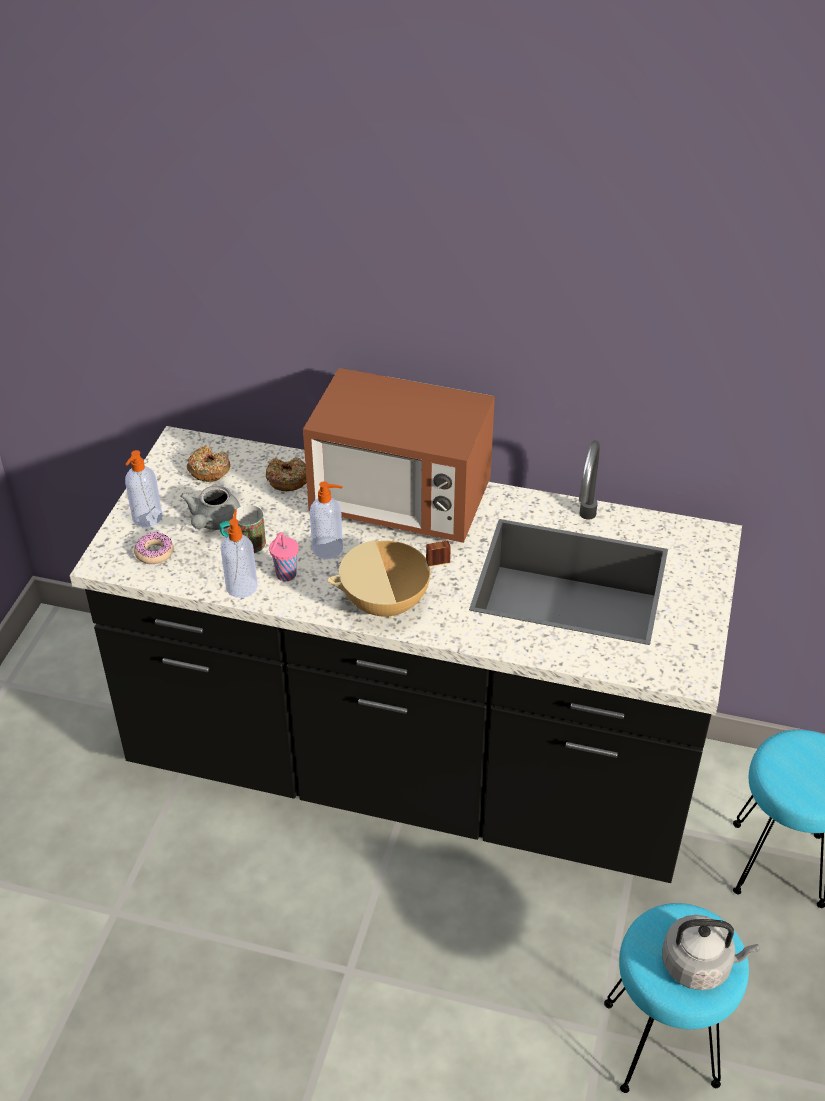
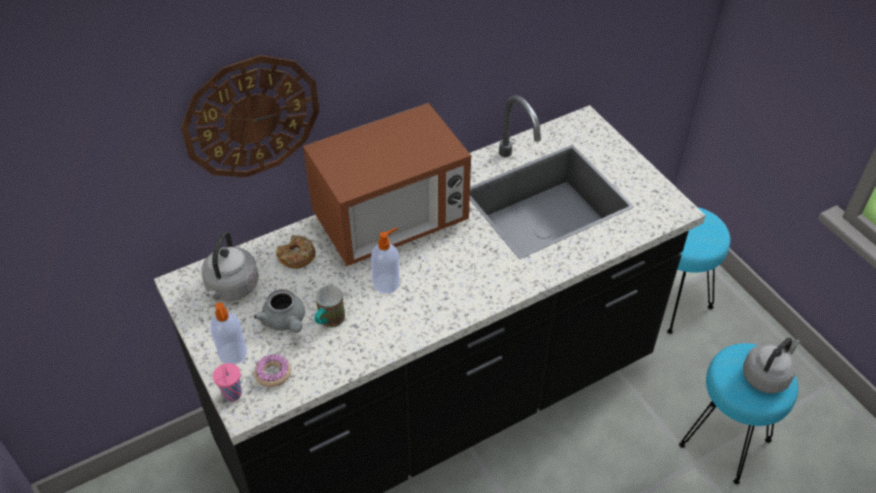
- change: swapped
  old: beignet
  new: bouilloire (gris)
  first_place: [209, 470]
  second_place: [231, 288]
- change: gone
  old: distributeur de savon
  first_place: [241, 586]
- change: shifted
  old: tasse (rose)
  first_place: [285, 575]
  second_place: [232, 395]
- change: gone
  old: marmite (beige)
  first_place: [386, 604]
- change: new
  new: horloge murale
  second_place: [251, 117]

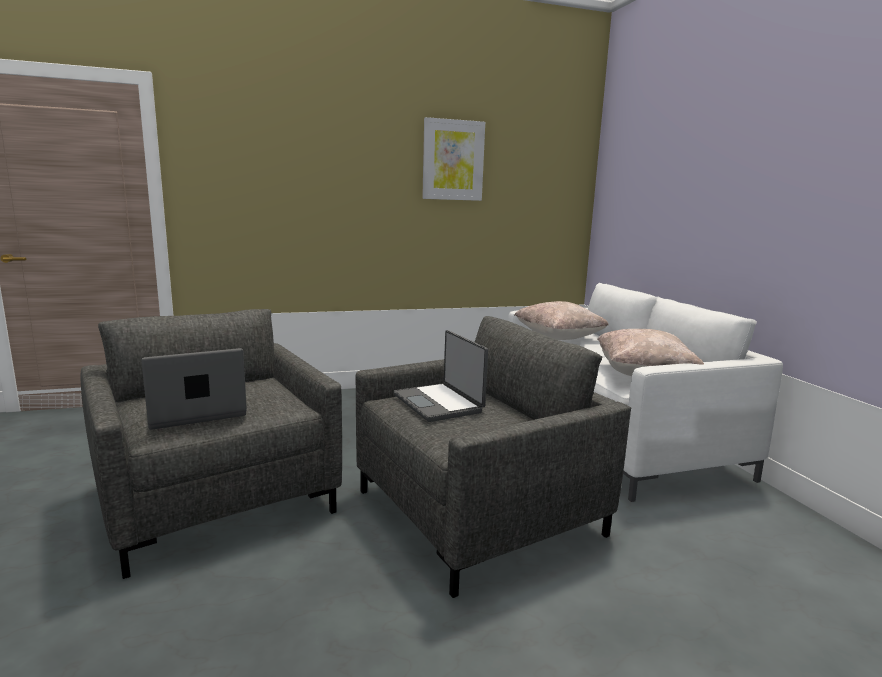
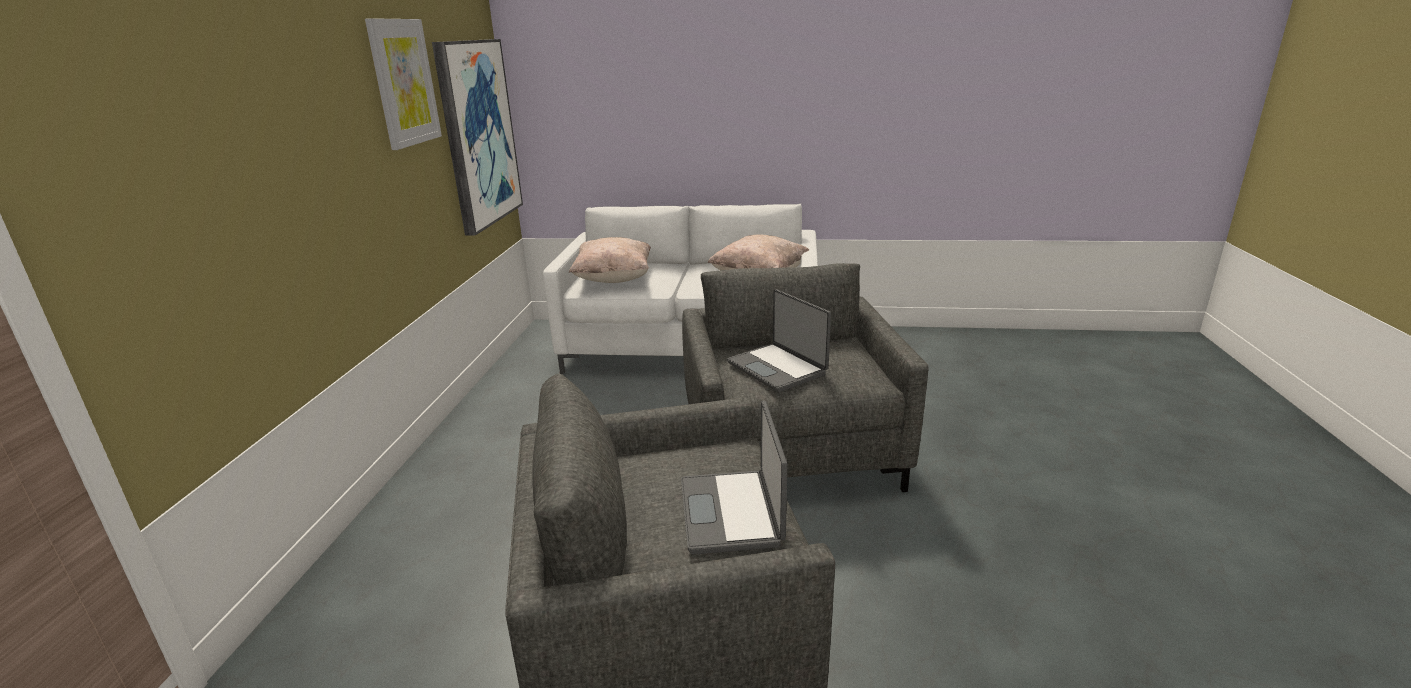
- change: rotated
  old: ordinateur portable
  first_place: [439, 403]
  second_place: [778, 368]
  degrees: 60
- change: new
  new: tableau
  second_place: [478, 134]

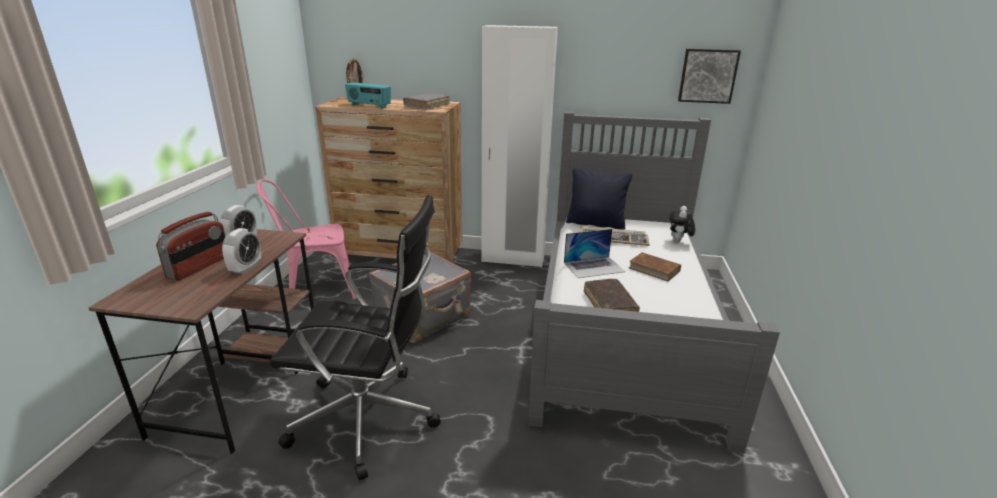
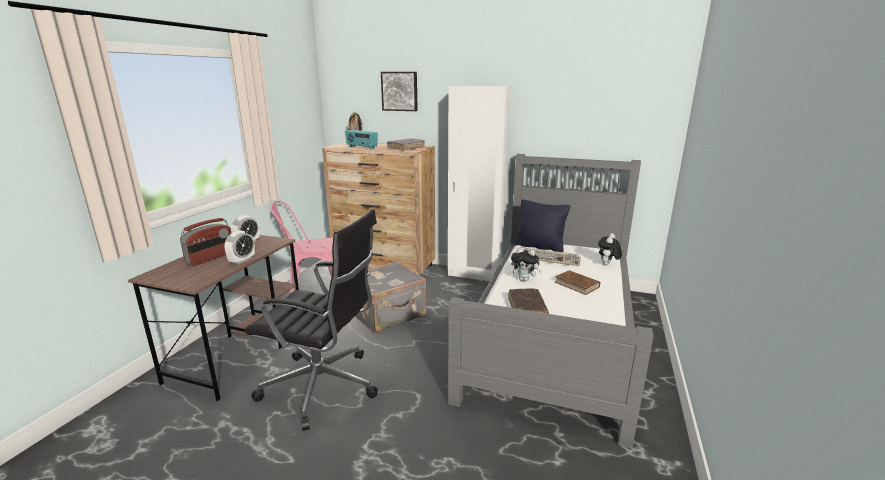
- change: shifted
  old: tableau
  first_place: [707, 76]
  second_place: [400, 91]
- change: swapped
  old: ordinateur portable
  new: peluche
  first_place: [594, 267]
  second_place: [525, 280]

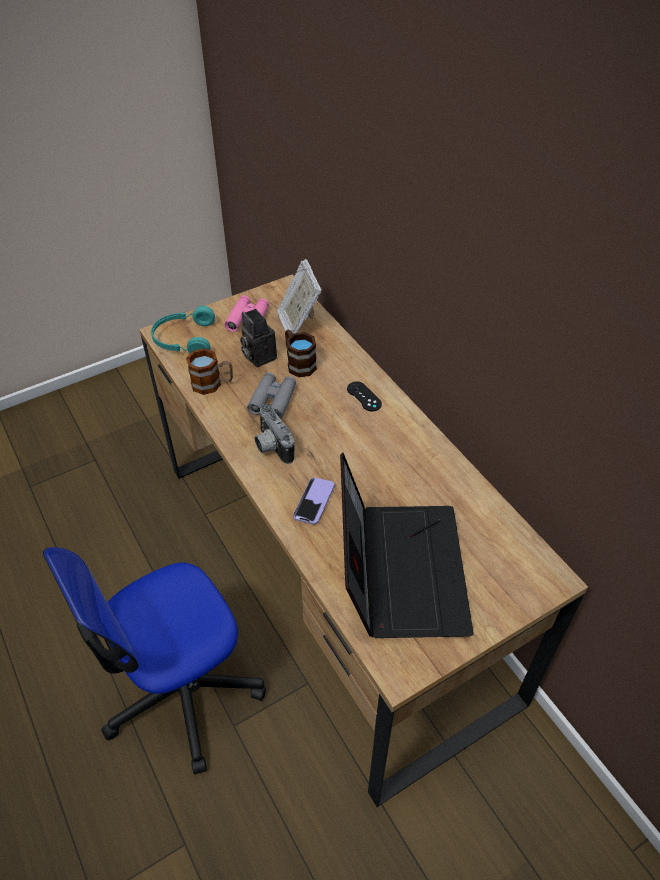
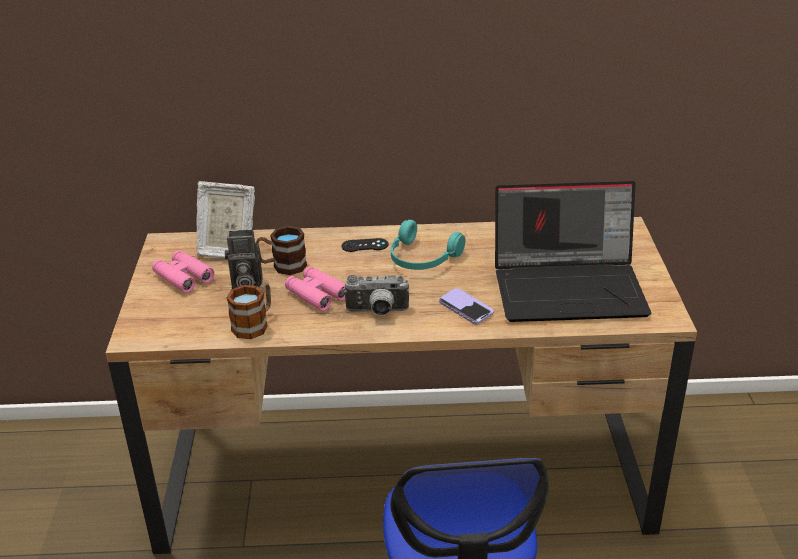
- change: shifted
  old: casque audio (turquoise)
  first_place: [183, 340]
  second_place: [421, 259]
- change: repainted
  old: jumelles (gris)
  new: jumelles (rose)
  first_place: [273, 400]
  second_place: [317, 294]
- change: rotated
  old: ordinateur portable
  first_place: [399, 568]
  second_place: [570, 287]
  degrees: 150

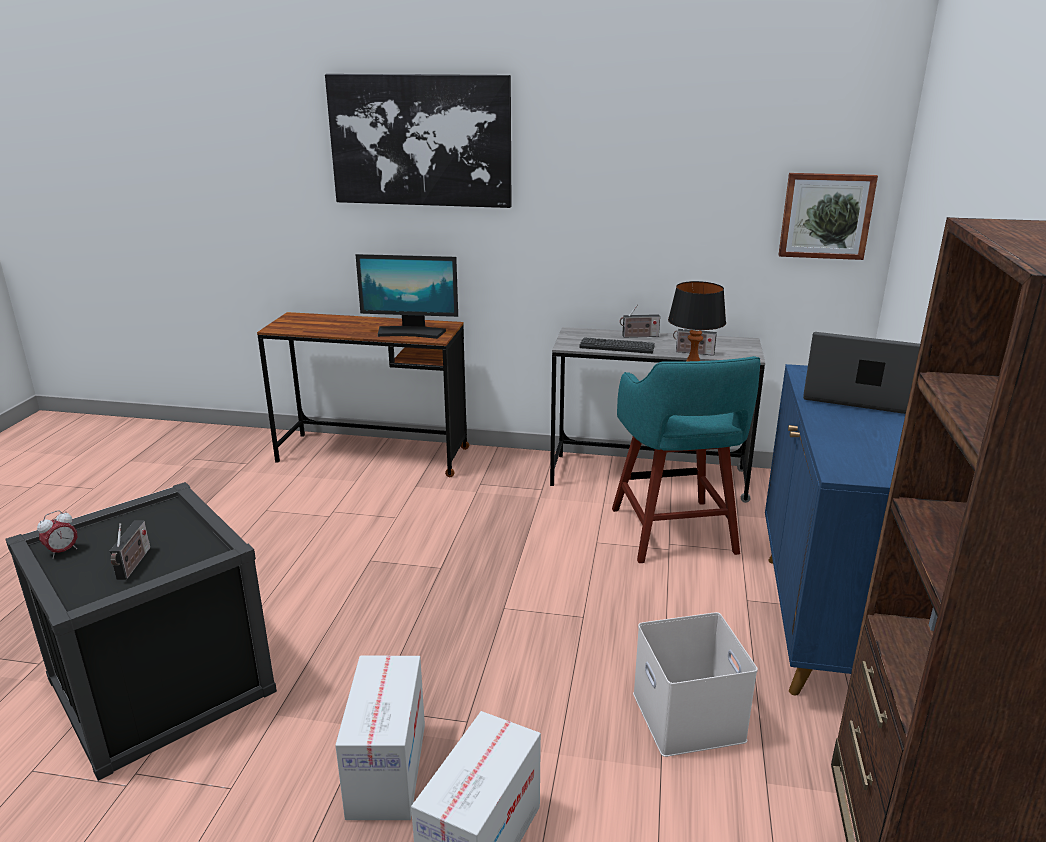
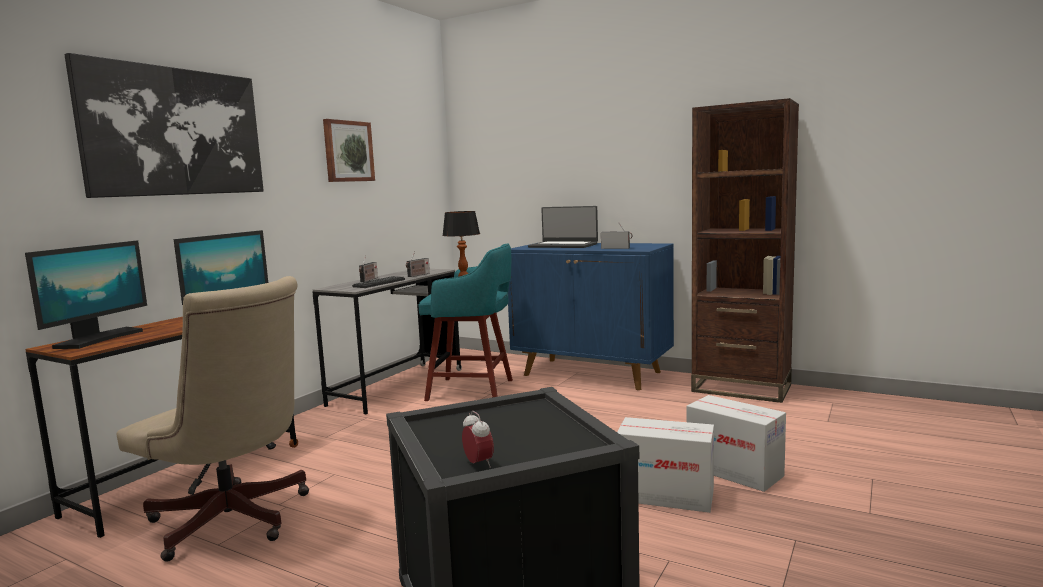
- change: shifted
  old: tableau
  first_place: [825, 215]
  second_place: [348, 151]
- change: rotated
  old: ordinateur portable
  first_place: [864, 397]
  second_place: [563, 245]
  degrees: -105
- change: shifted
  old: radio
  first_place: [133, 565]
  second_place: [616, 248]
- change: gone
  old: boîte de rangement (blanc)
  first_place: [685, 715]
- change: new
  new: écran d'ordinateur
  second_place: [98, 339]
- change: new
  new: chaise de bureau (beige)
  second_place: [234, 522]

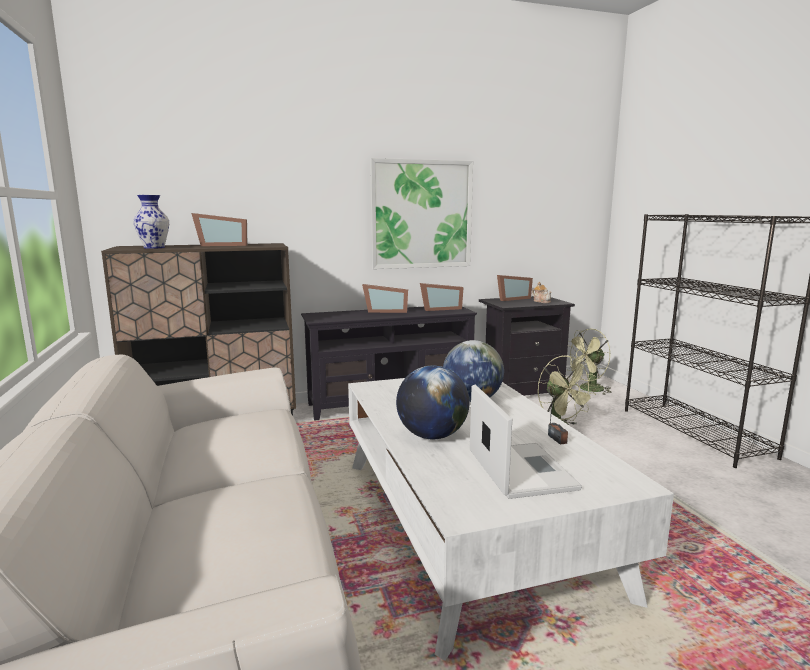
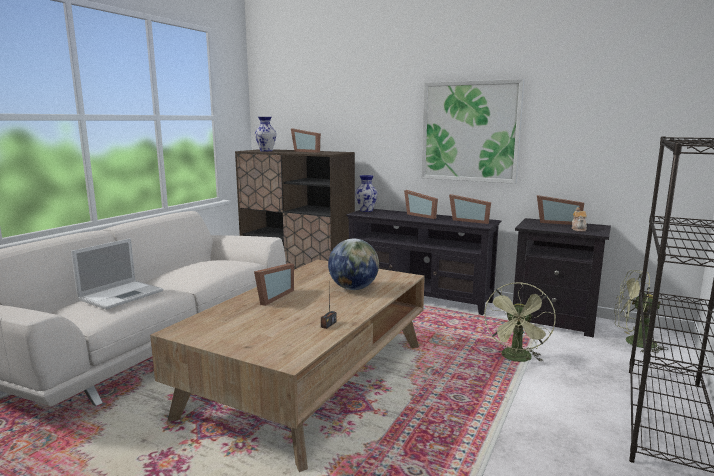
- change: swapped
  old: globe
  new: cadre photo
  first_place: [432, 436]
  second_place: [271, 297]
- change: repainted
  old: table basse (blanc)
  new: table basse (marron)
  first_place: [468, 521]
  second_place: [311, 378]
- change: shifted
  old: ordinateur portable
  first_place: [519, 469]
  second_place: [122, 294]
- change: new
  new: vase
  second_place: [366, 210]

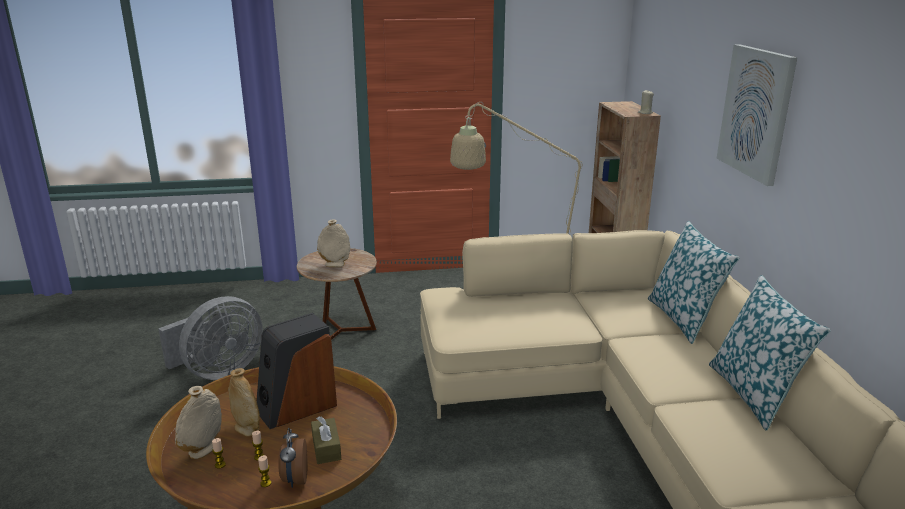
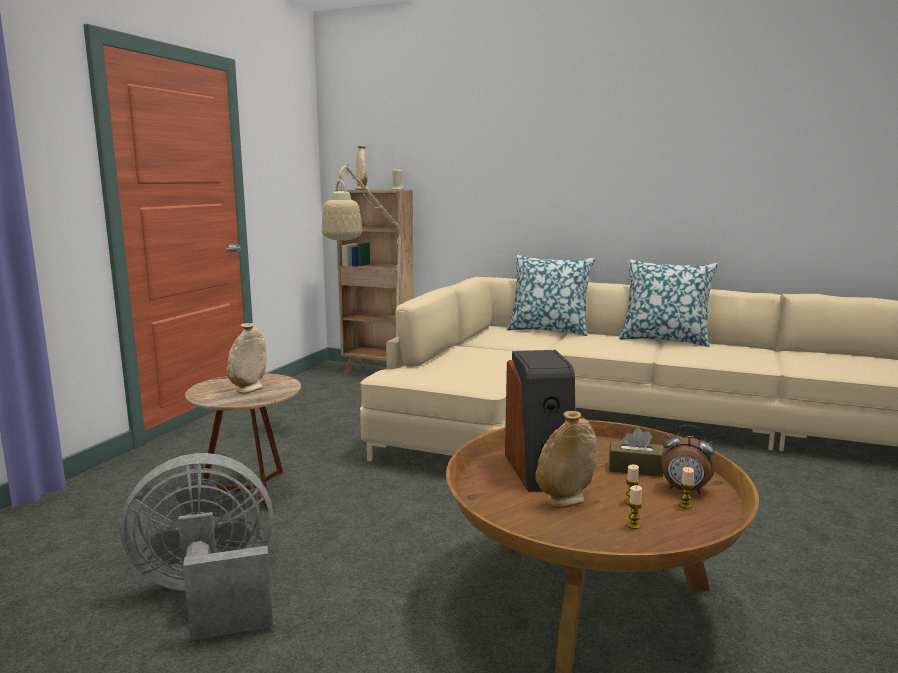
- change: gone
  old: tableau
  first_place: [756, 112]
- change: rotated
  old: ventilateur (gris)
  first_place: [219, 372]
  second_place: [209, 596]
  degrees: -90
- change: shifted
  old: vase (beige)
  first_place: [203, 450]
  second_place: [361, 189]

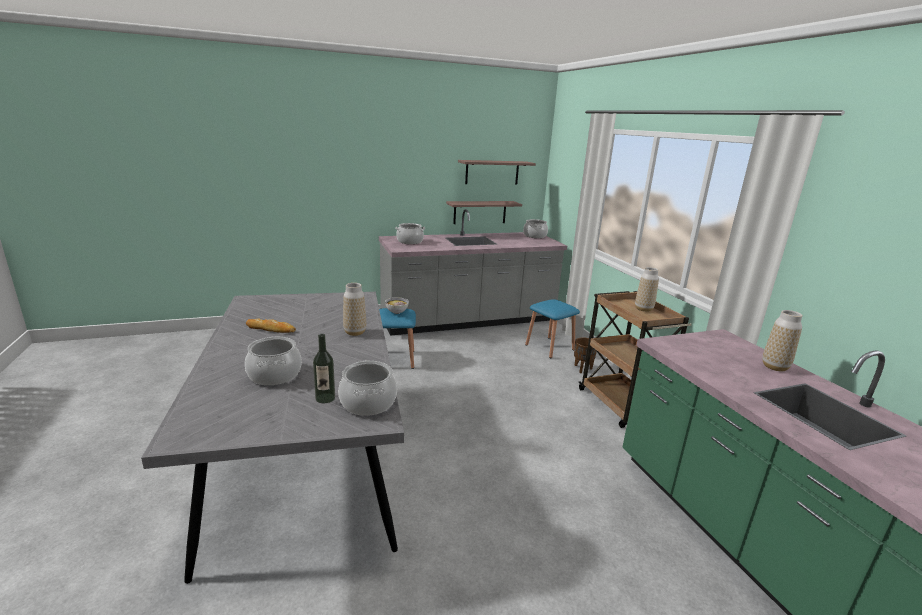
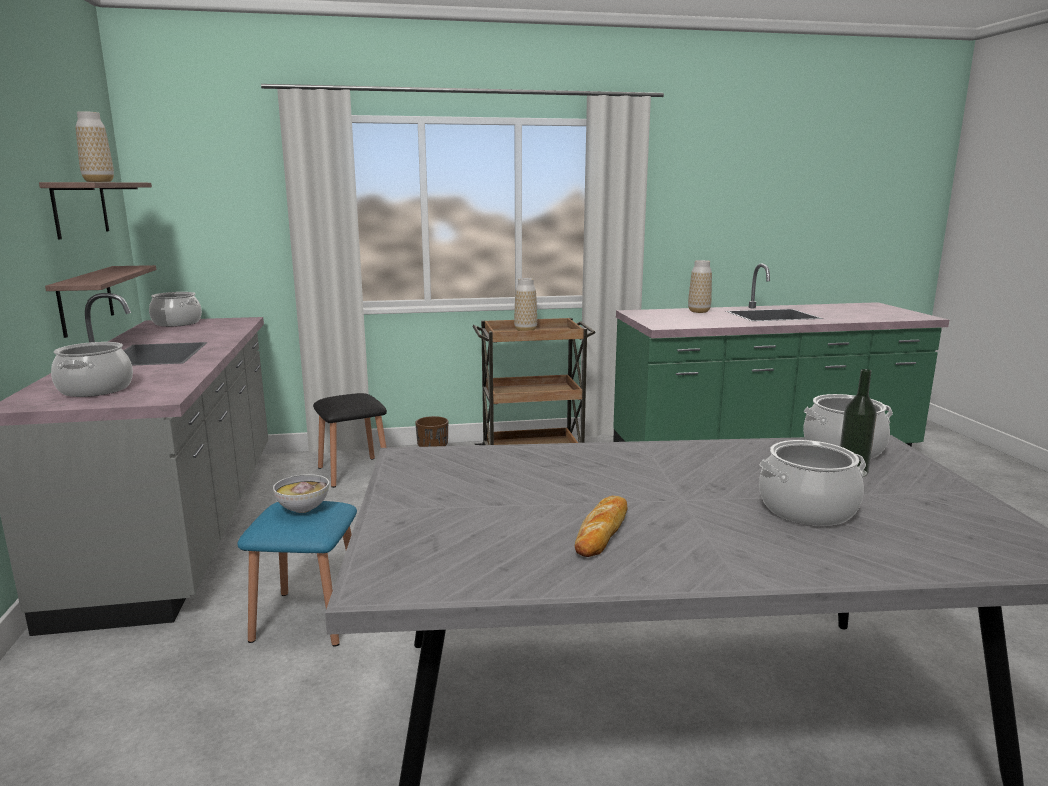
- change: shifted
  old: vase
  first_place: [355, 332]
  second_place: [99, 182]
- change: repainted
  old: tabouret (bleu)
  new: tabouret (noir)
  first_place: [549, 347]
  second_place: [354, 472]

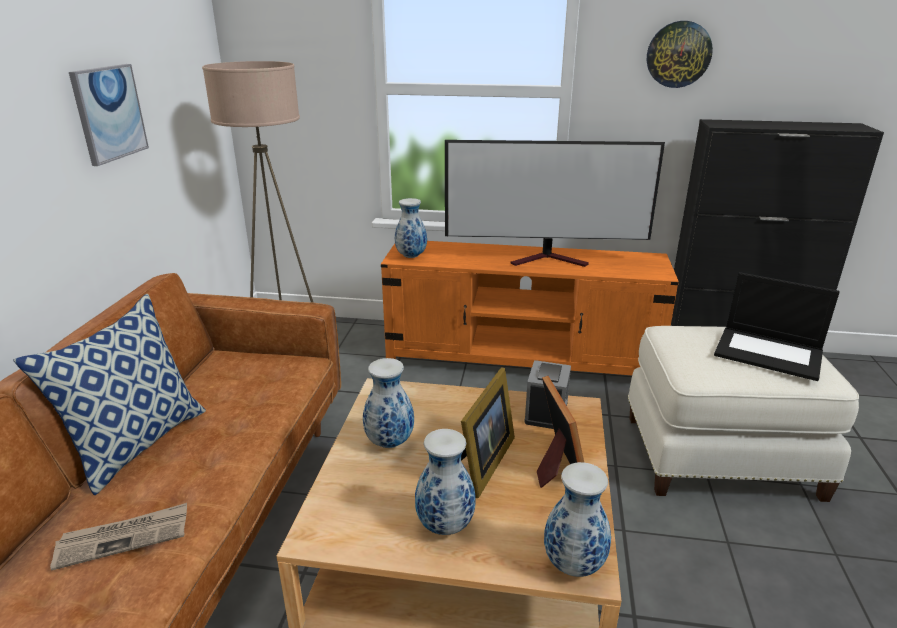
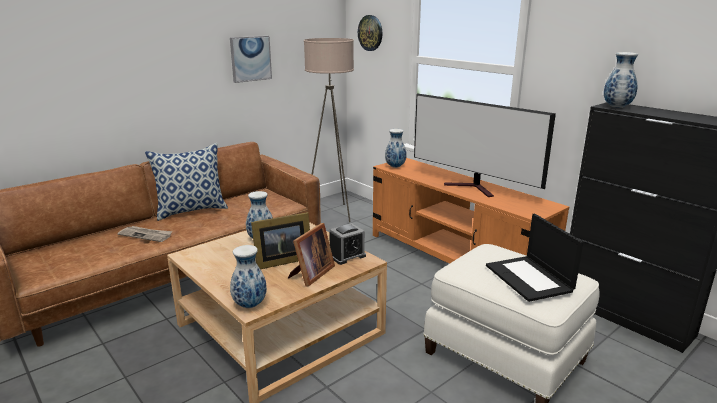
- change: shifted
  old: horloge murale
  first_place: [678, 54]
  second_place: [370, 33]
- change: shifted
  old: vase
  first_place: [444, 525]
  second_place: [616, 107]

